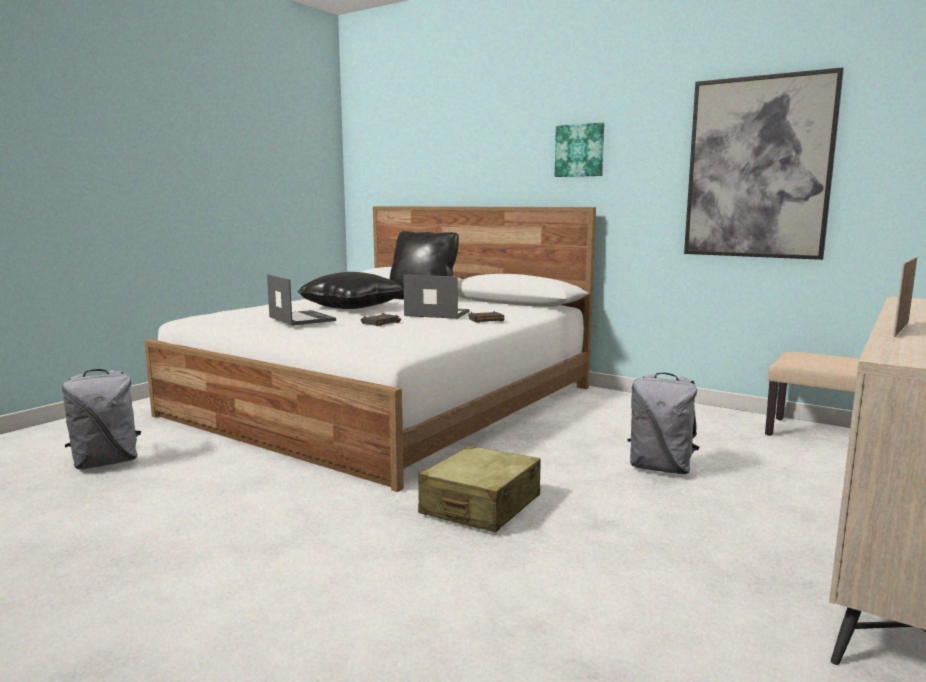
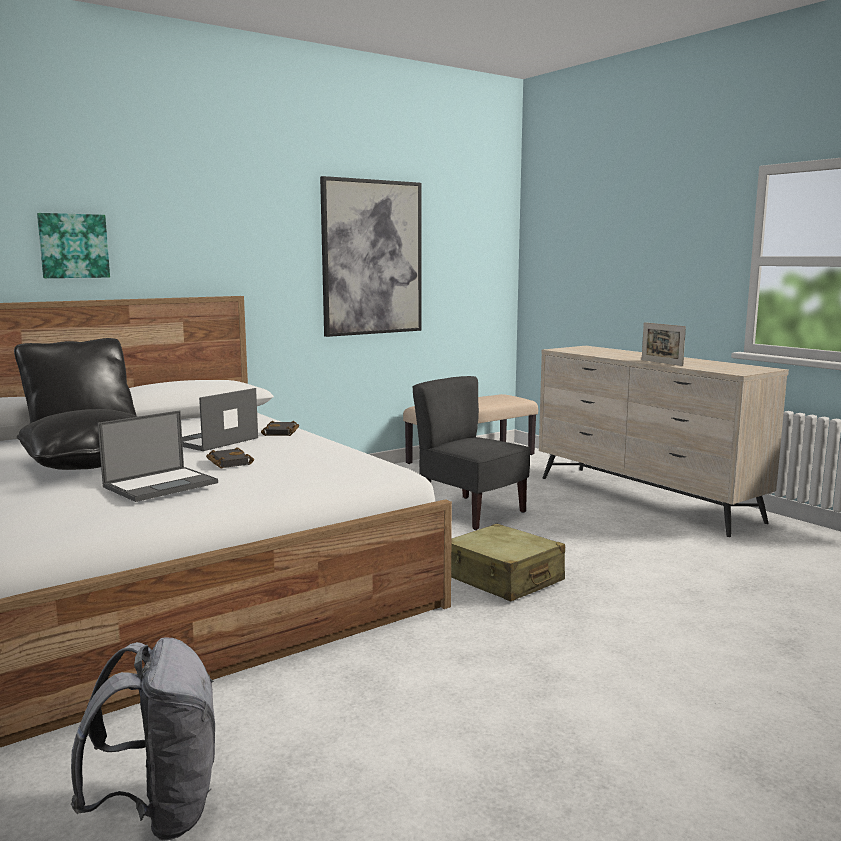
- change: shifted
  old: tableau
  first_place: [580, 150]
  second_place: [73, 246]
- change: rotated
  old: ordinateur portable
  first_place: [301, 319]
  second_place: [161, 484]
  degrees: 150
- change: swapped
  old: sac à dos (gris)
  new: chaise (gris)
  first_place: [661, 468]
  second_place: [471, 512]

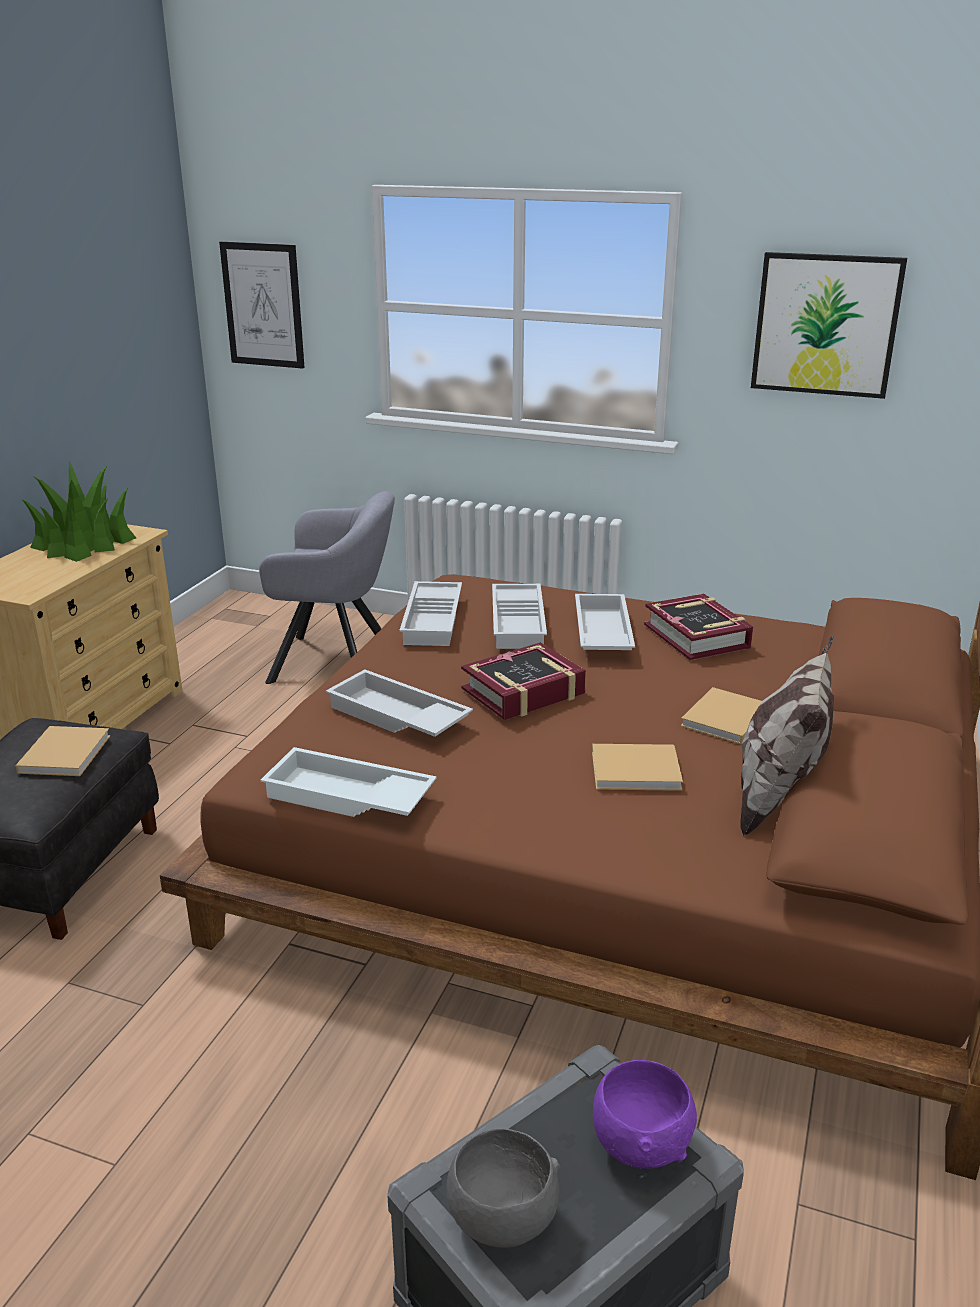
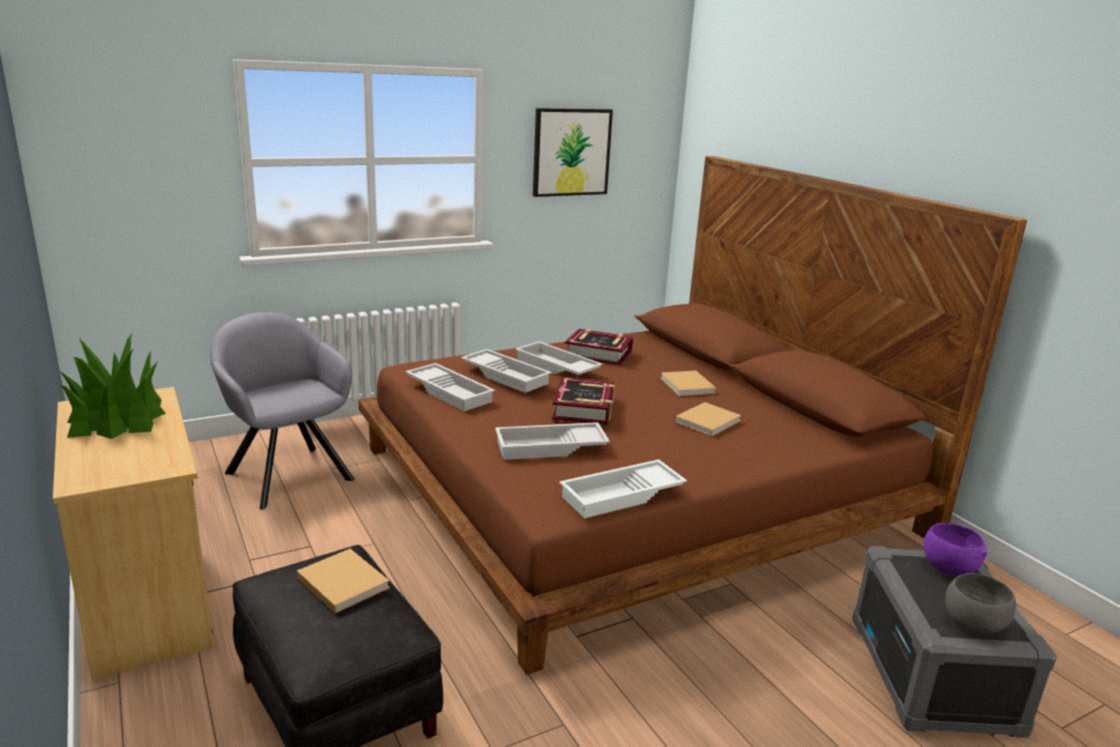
- change: gone
  old: tableau
  first_place: [263, 305]
- change: rotated
  old: fauteuil (gris)
  first_place: [338, 662]
  second_place: [286, 473]
  degrees: -90
- change: gone
  old: coussin
  first_place: [777, 797]

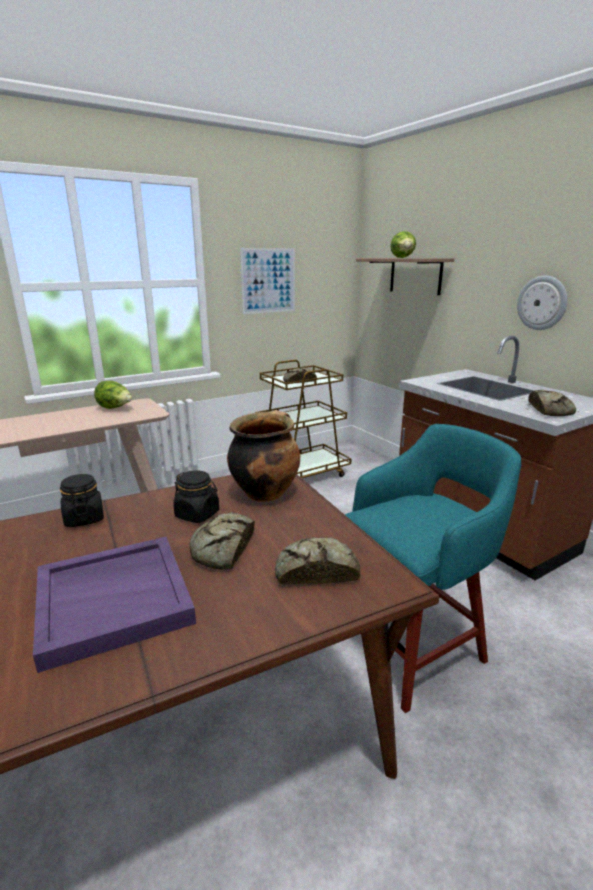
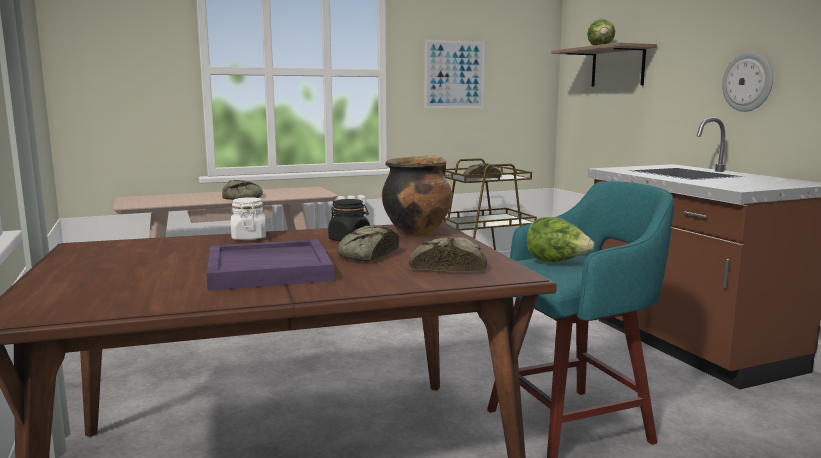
- change: shifted
  old: laitue
  first_place: [115, 408]
  second_place: [557, 262]
- change: shifted
  old: pain
  first_place: [549, 410]
  second_place: [244, 197]
- change: repainted
  old: bocal (noir)
  new: bocal (blanc)
  first_place: [84, 518]
  second_place: [249, 238]

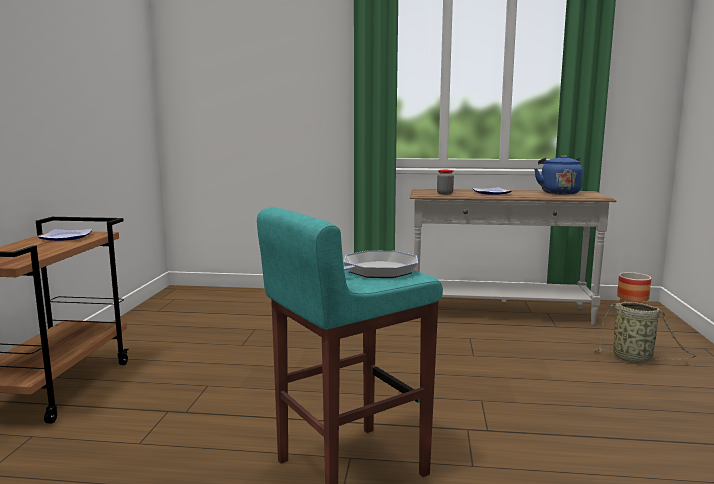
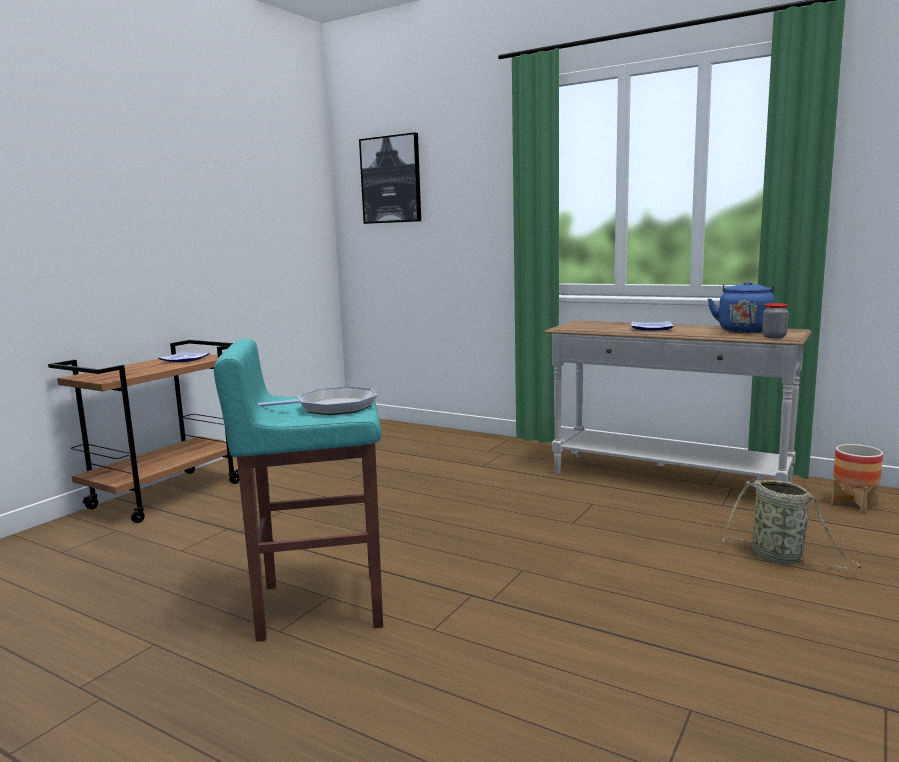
- change: shifted
  old: bocal
  first_place: [445, 193]
  second_place: [774, 337]
- change: new
  new: tableau
  second_place: [391, 180]

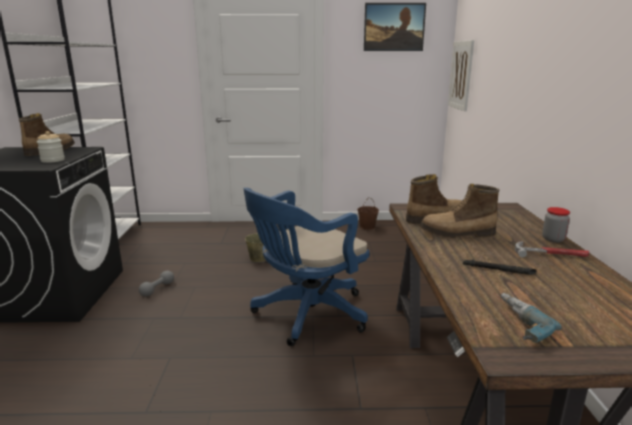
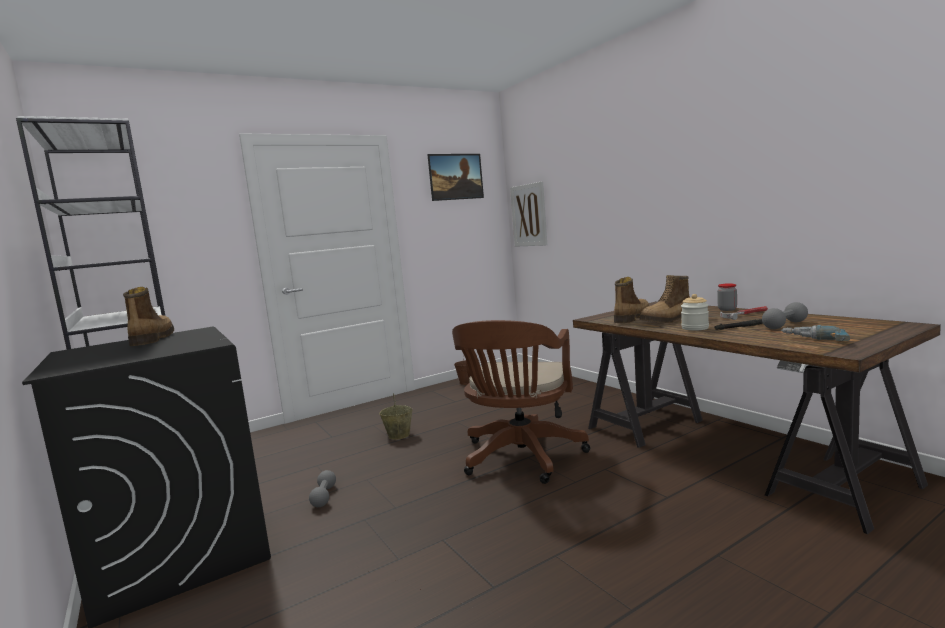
- change: shifted
  old: bocal
  first_place: [53, 160]
  second_place: [695, 328]
- change: repainted
  old: chaise de bureau (bleu)
  new: chaise de bureau (marron)
  first_place: [306, 315]
  second_place: [521, 458]
- change: new
  new: haltère (gris)
  second_place: [785, 325]

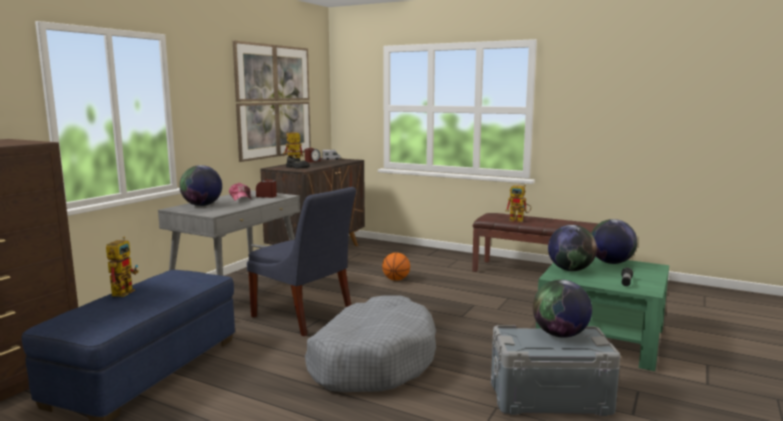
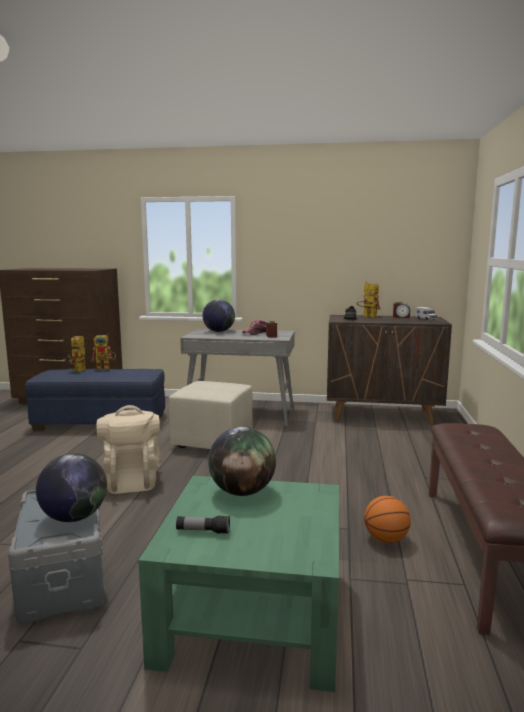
- change: gone
  old: tableau
  first_place: [274, 101]
- change: shifted
  old: robot jouet
  first_place: [519, 220]
  second_place: [79, 371]
- change: swapped
  old: chaise (bleu)
  new: pouf (beige)
  first_place: [305, 316]
  second_place: [211, 441]
- change: gone
  old: globe
  first_place: [611, 262]
- change: shifted
  old: ballon de basket
  first_place: [396, 279]
  second_place: [386, 539]
- change: swapped
  old: panier pour chien (gris)
  new: sac à dos (beige)
  first_place: [372, 360]
  second_place: [132, 480]

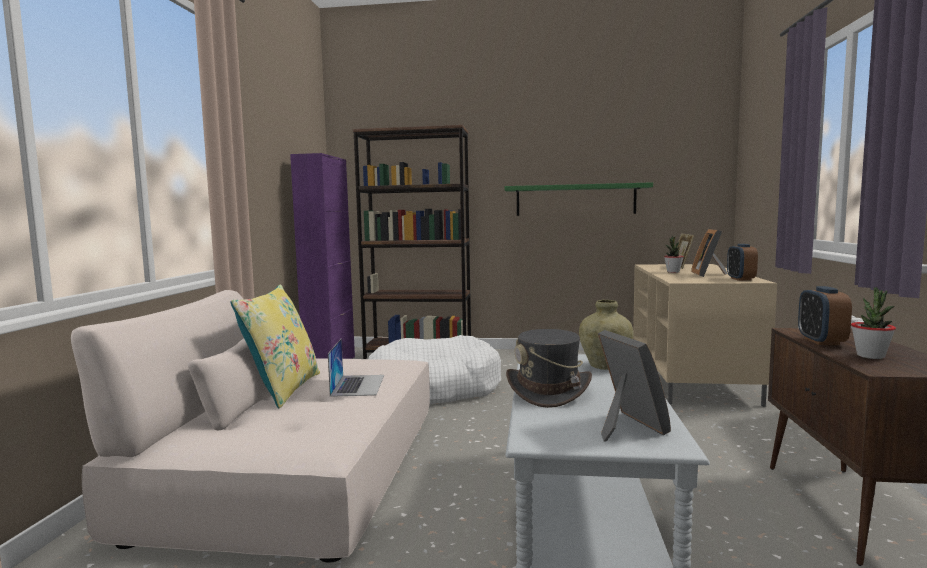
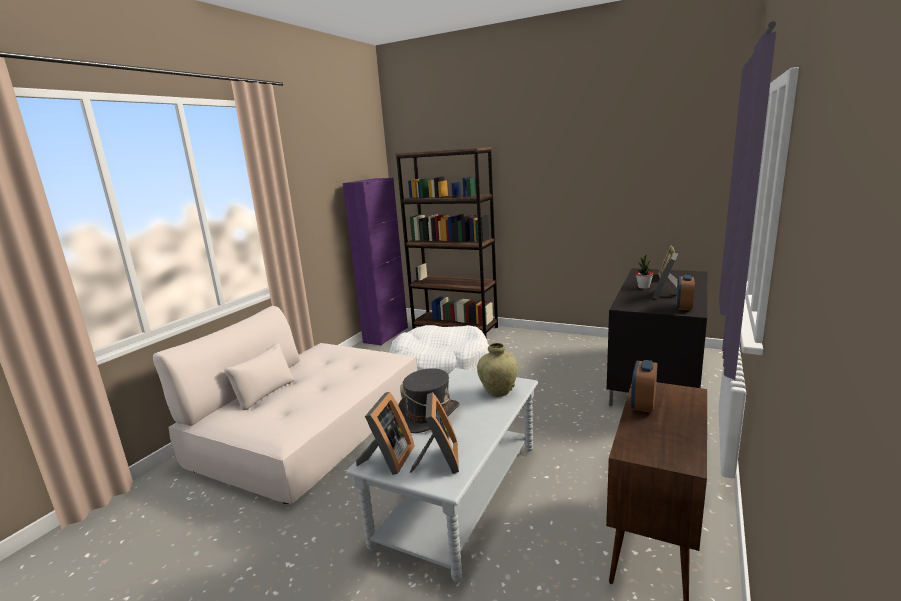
- change: gone
  old: étagère (vert)
  first_place: [575, 200]
- change: repainted
  old: meuble télé (beige)
  new: meuble télé (noir)
  first_place: [692, 377]
  second_place: [658, 378]
- change: gone
  old: coussin (jaune)
  first_place: [282, 389]
- change: gone
  old: plante en pot
  first_place: [870, 356]
- change: gone
  old: ordinateur portable
  first_place: [358, 385]
- change: new
  new: cadre photo
  second_place: [387, 460]

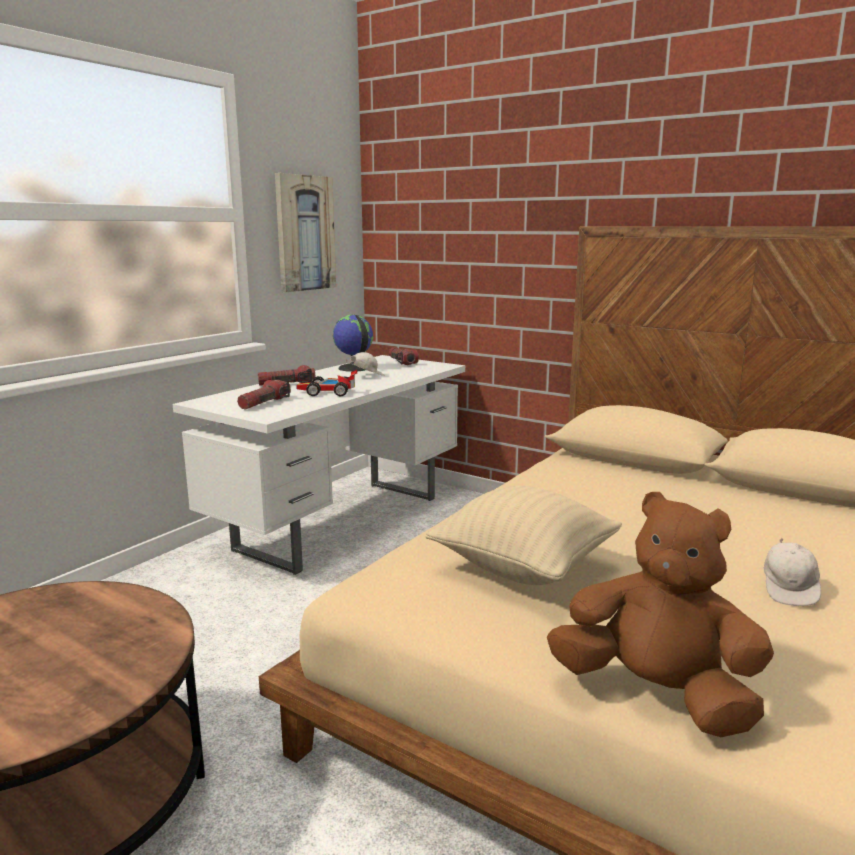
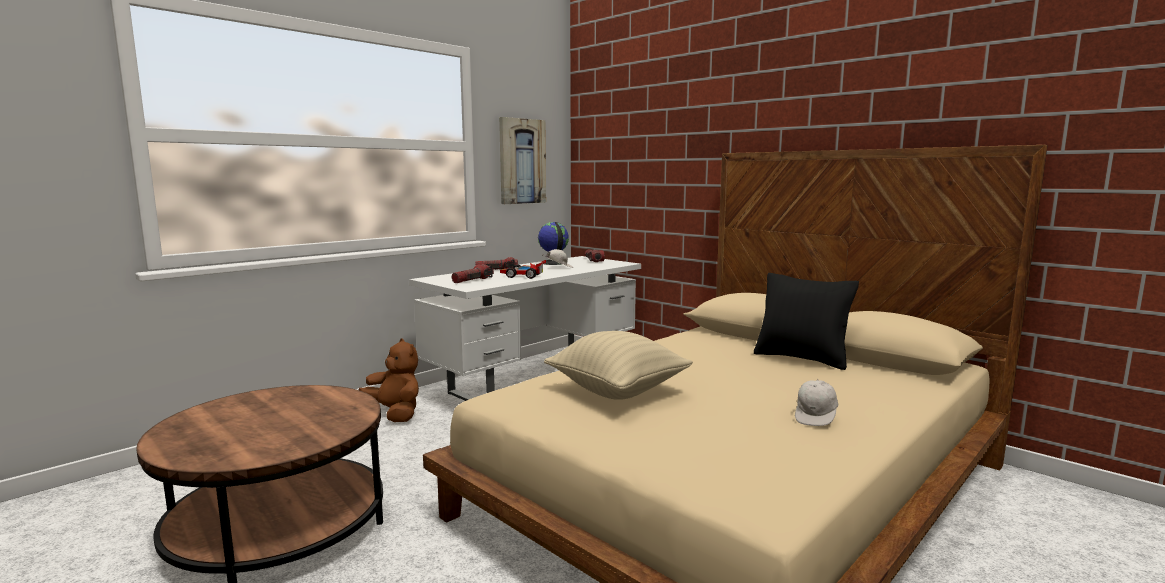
- change: shifted
  old: peluche (marron)
  first_place: [656, 694]
  second_place: [395, 414]
- change: new
  new: coussin (noir)
  second_place: [801, 359]

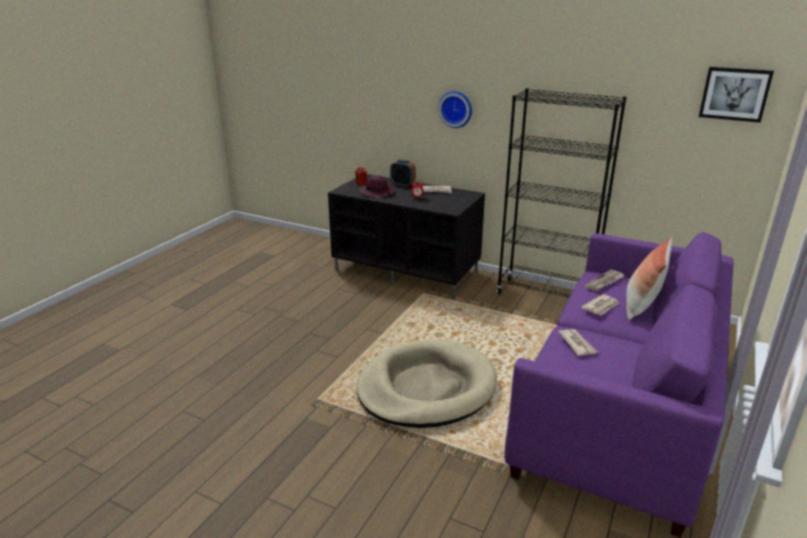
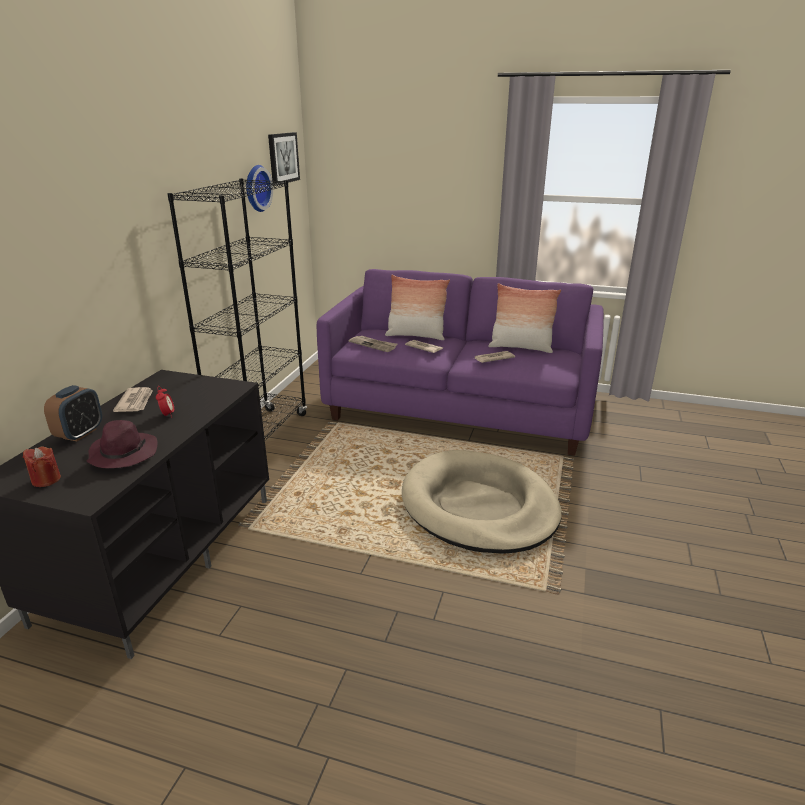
- change: shifted
  old: horloge murale
  first_place: [456, 109]
  second_place: [255, 188]
- change: new
  new: coussin
  second_place: [521, 347]

